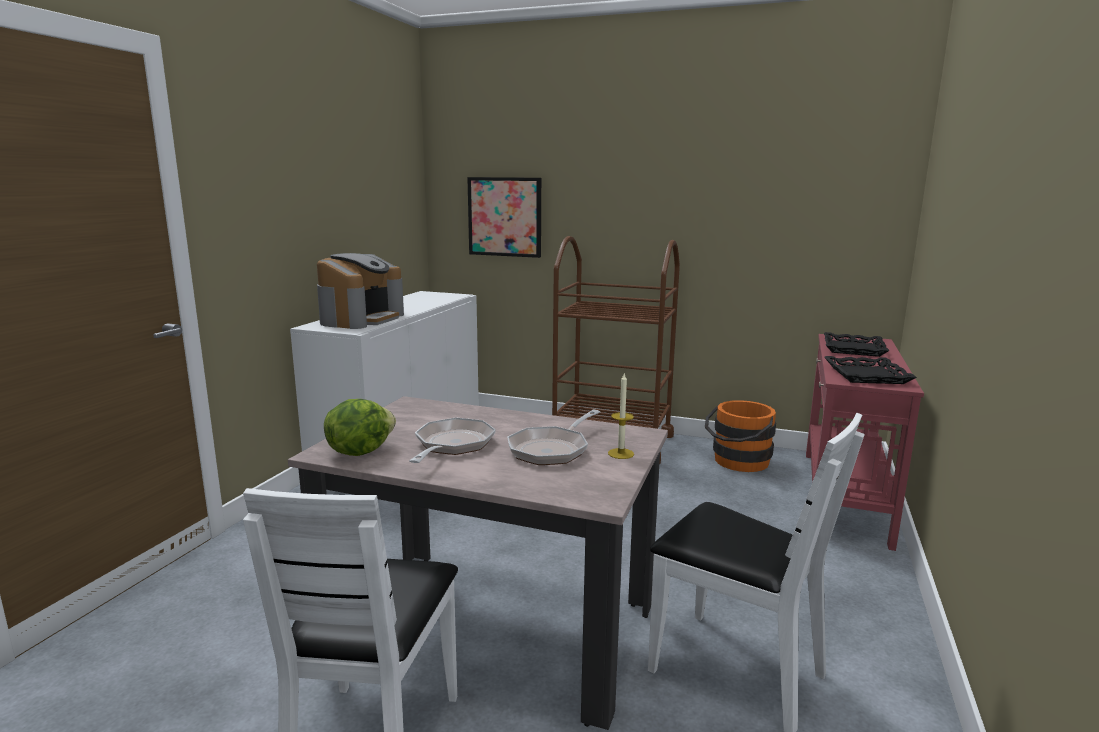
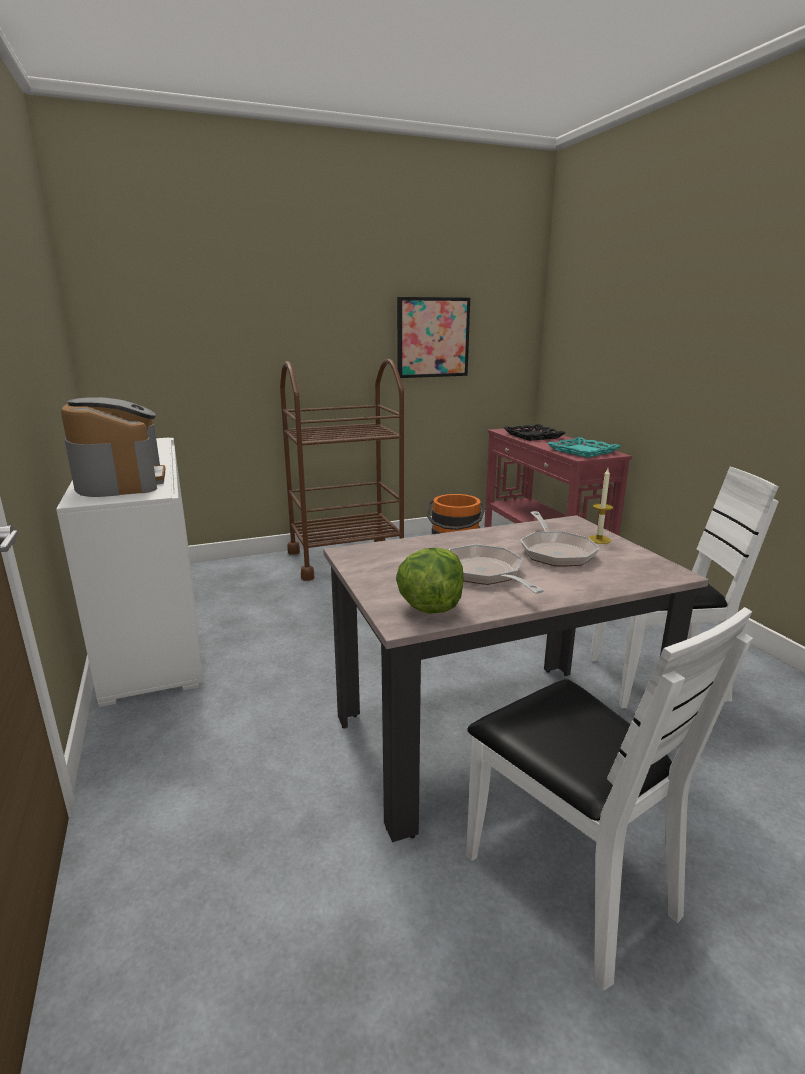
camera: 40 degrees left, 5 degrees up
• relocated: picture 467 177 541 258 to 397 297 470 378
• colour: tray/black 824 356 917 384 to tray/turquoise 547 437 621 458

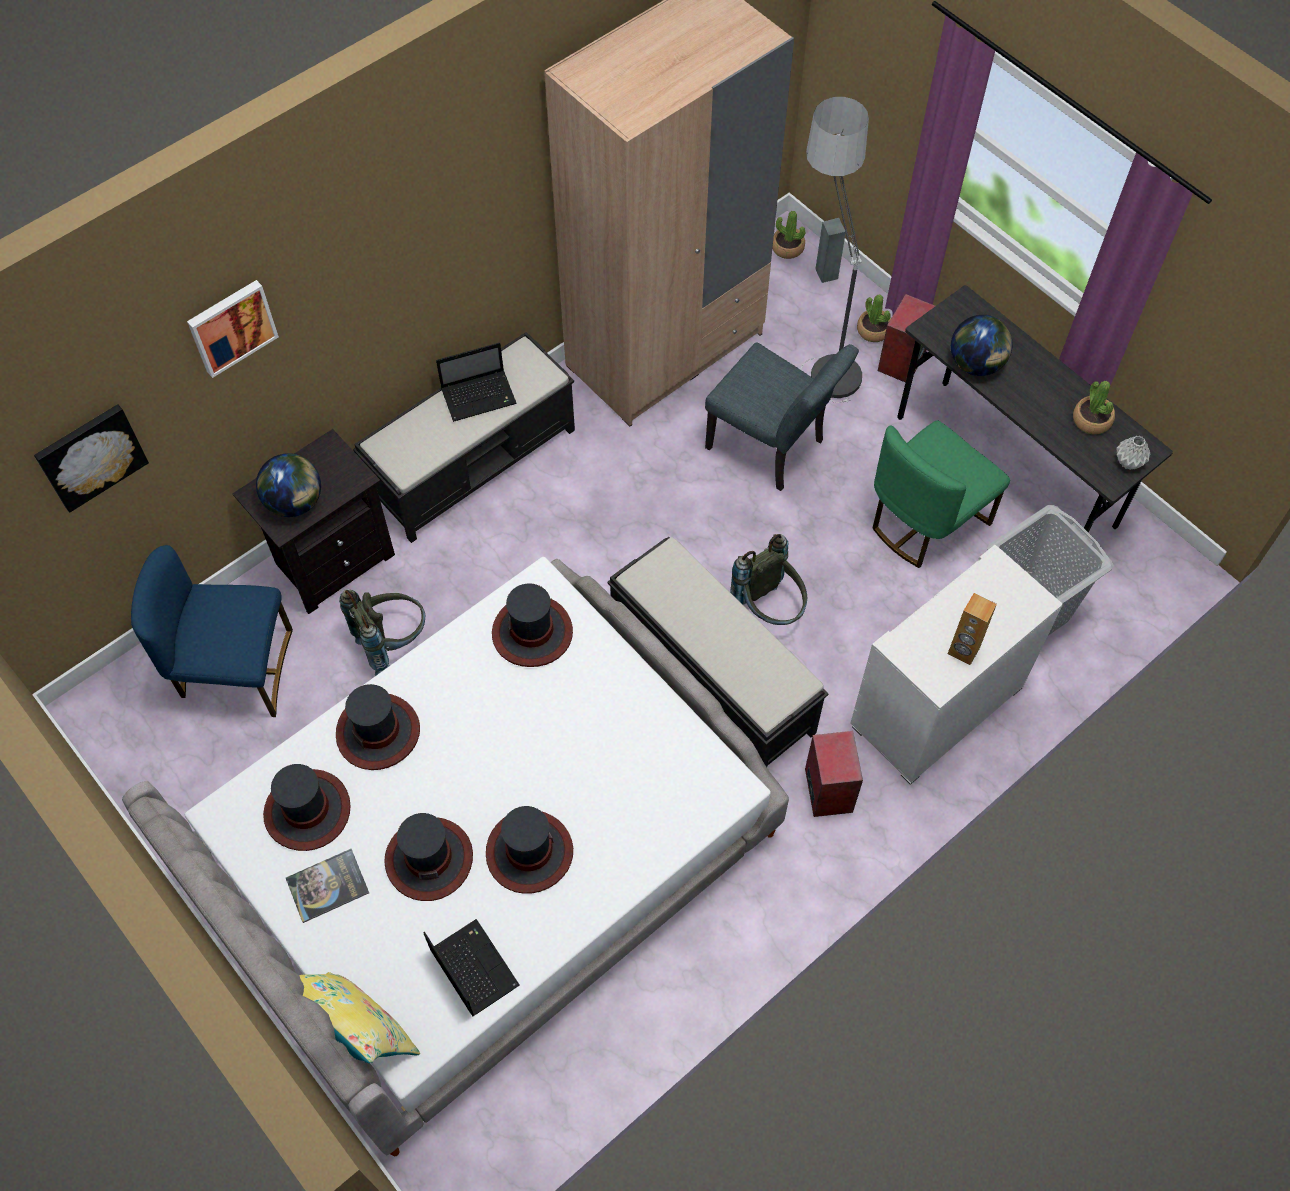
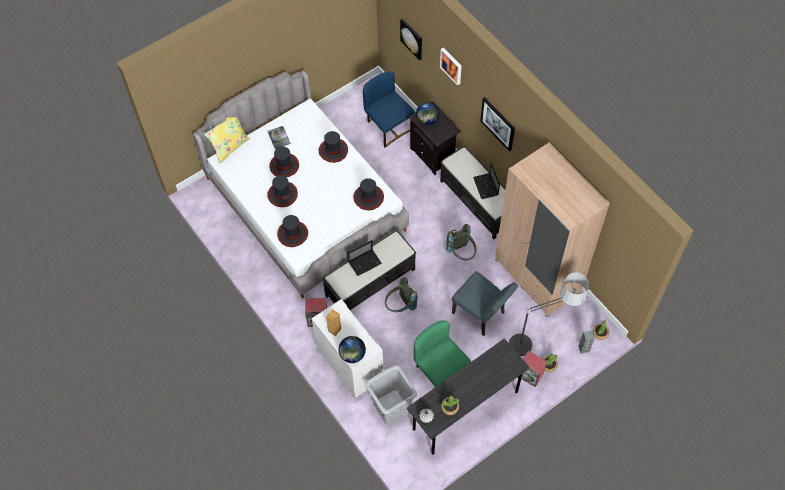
camera: 95 degrees right, 0 degrees up
• appeared: picture 480 97 515 151
• relocated: hat 263 764 351 851 to 277 215 308 247
• relocated: backpack/grey 339 589 425 676 to 445 224 477 260
• relocated: laptop 424 919 519 1016 to 348 240 382 276
• relocated: globe 951 315 1013 376 to 339 336 366 363
• spun: chair/blue 131 545 293 717 = 363 71 415 148 45 degrees counterclockwise
• spun: chair/grey 705 343 859 491 = 452 271 518 336 90 degrees counterclockwise

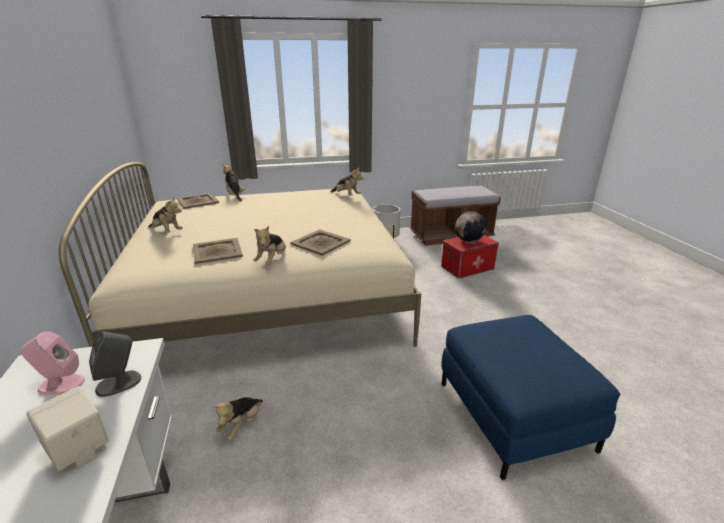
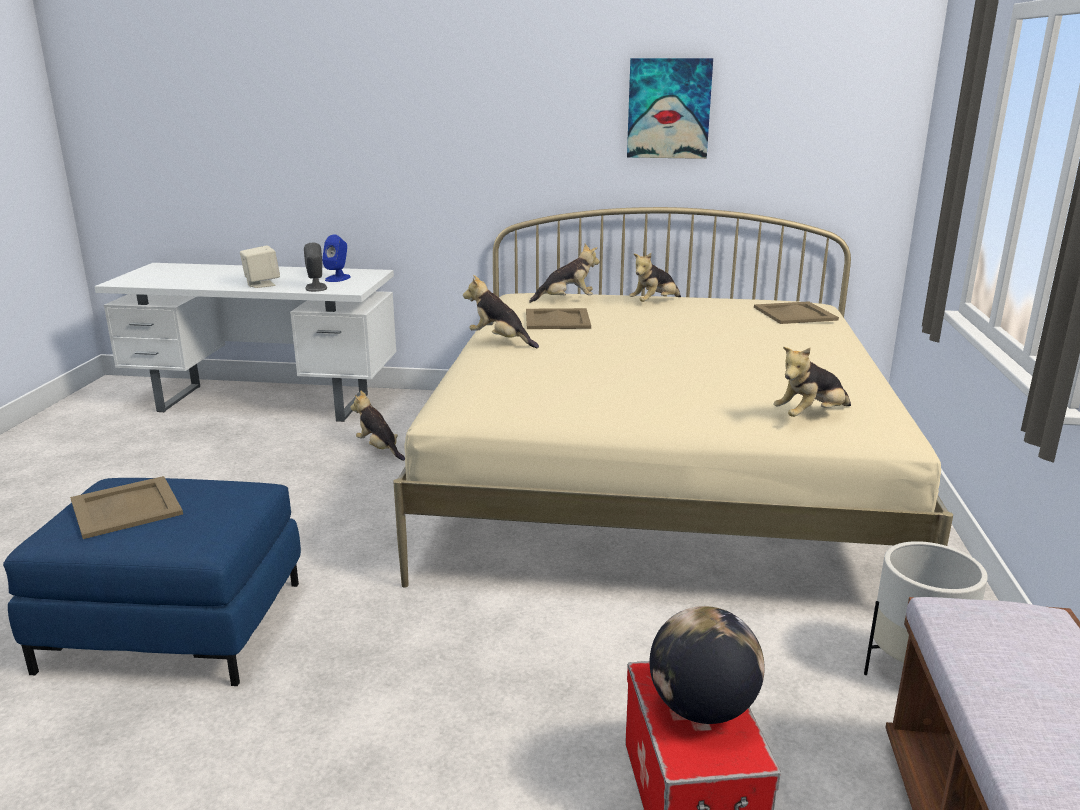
camera: 110 degrees right, 5 degrees down
• appeared: picture 627 58 713 159
• relocated: plush toy 222 163 245 202 to 529 244 599 303
• relocated: tray/beige 290 229 351 256 to 70 476 183 539
• colour: speaker/pink 21 332 85 395 to speaker/blue 322 235 351 282

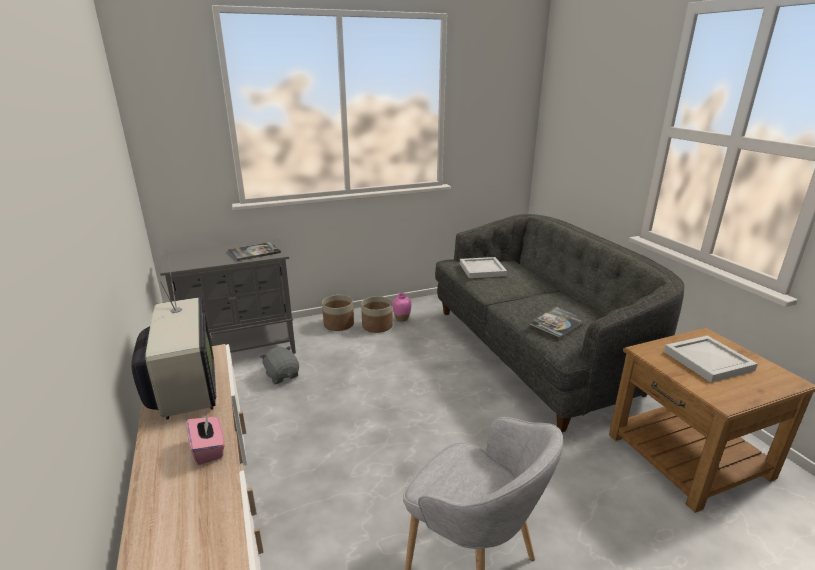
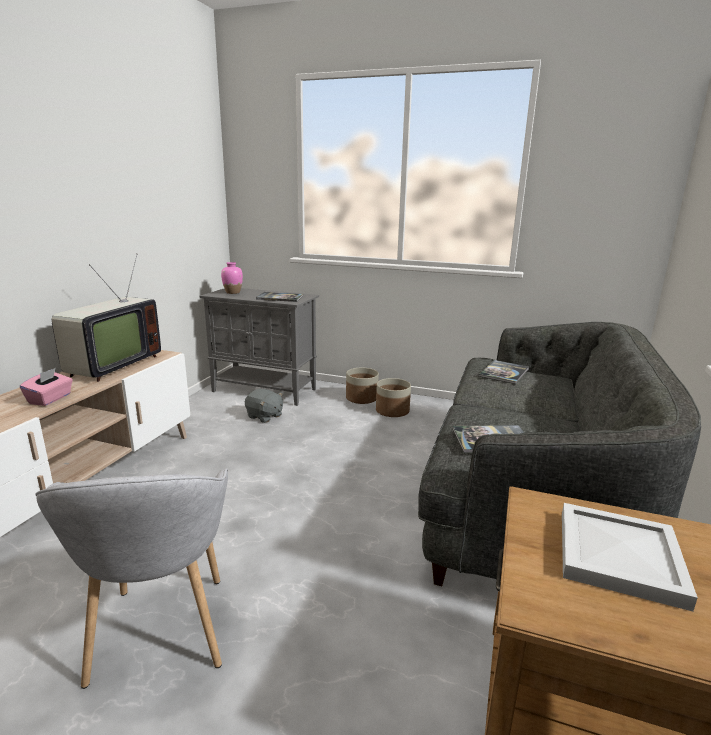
camera: 40 degrees right, 5 degrees down
• relocated: vase/pink 392 293 411 322 to 221 262 243 294
• exchanged: tray/white 460 257 507 278 to book 479 360 529 384
• spun: plush toy/grey 260 346 299 384 = 245 389 283 423 120 degrees clockwise

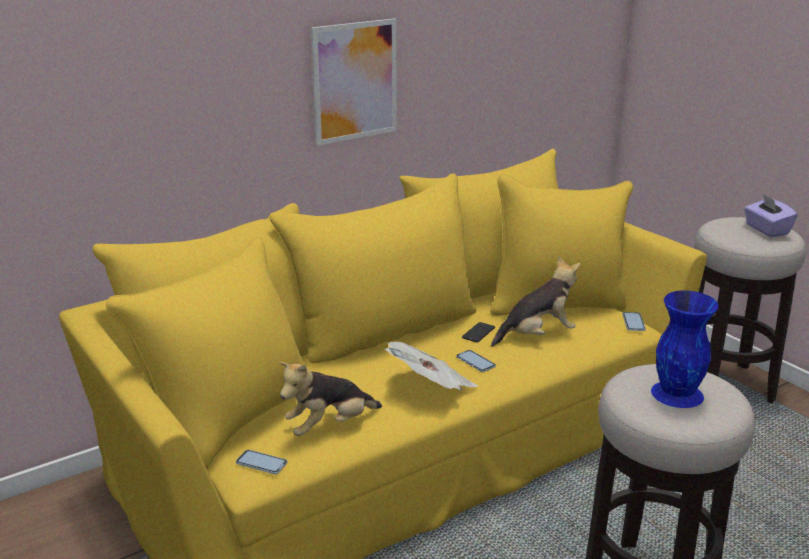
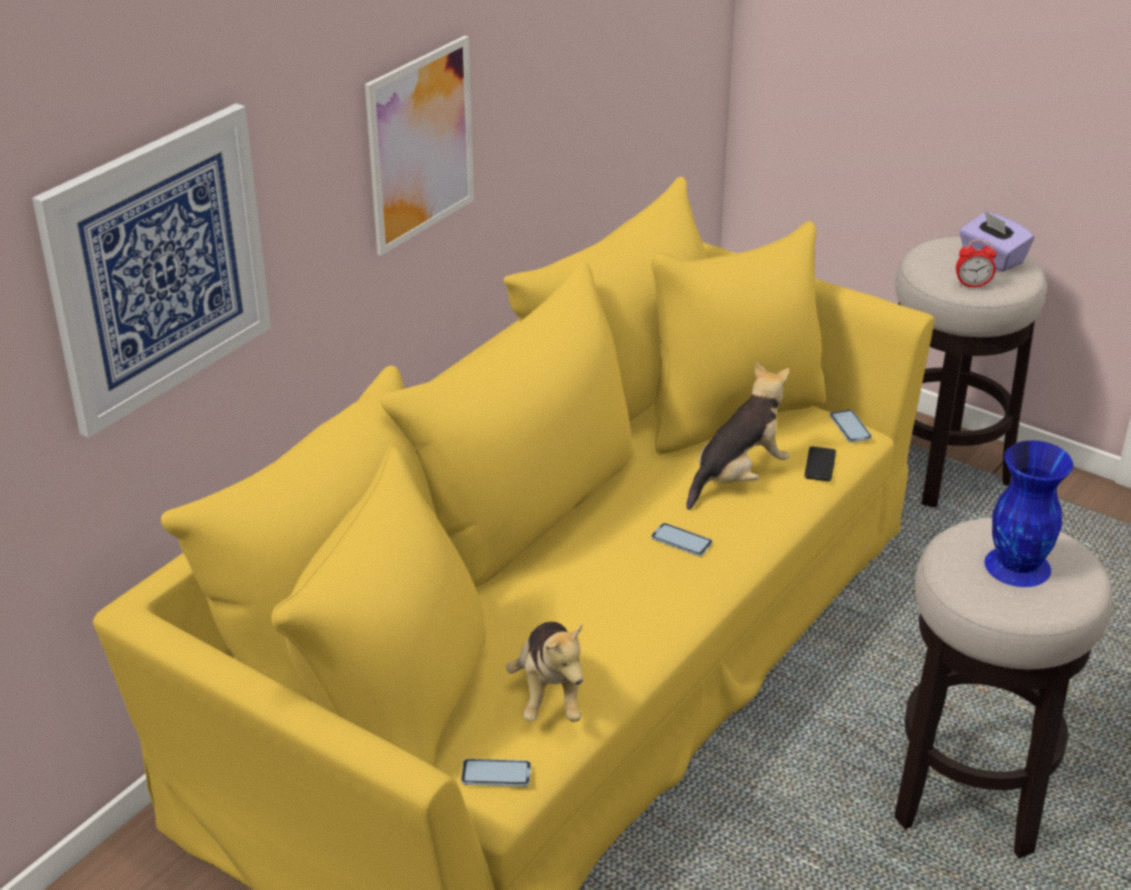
camera: 20 degrees left, 10 degrees up
• missing: newspaper 385 342 478 390
• appeared: picture 32 104 271 438
• appeared: alarm clock 956 239 997 288
• relocated: phone 462 322 495 343 to 804 446 836 481
• spun: plush toy 279 362 382 436 = 506 622 583 722 45 degrees counterclockwise

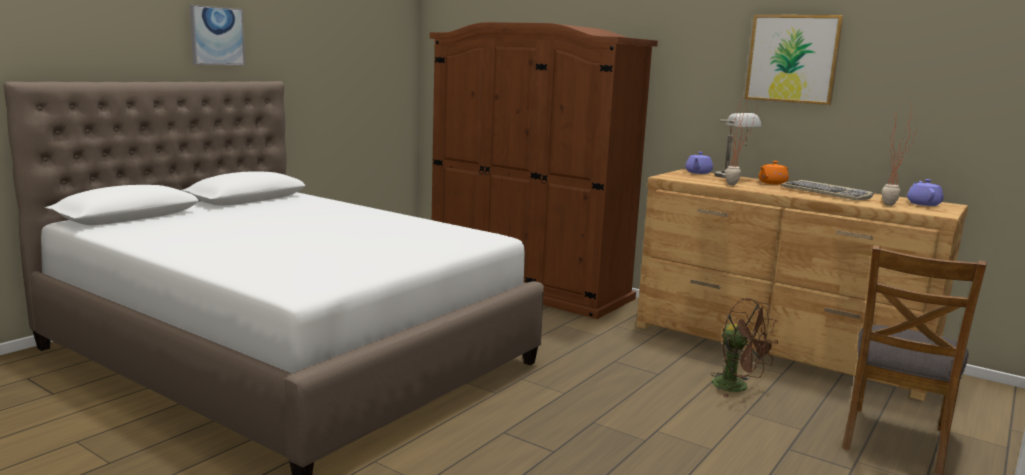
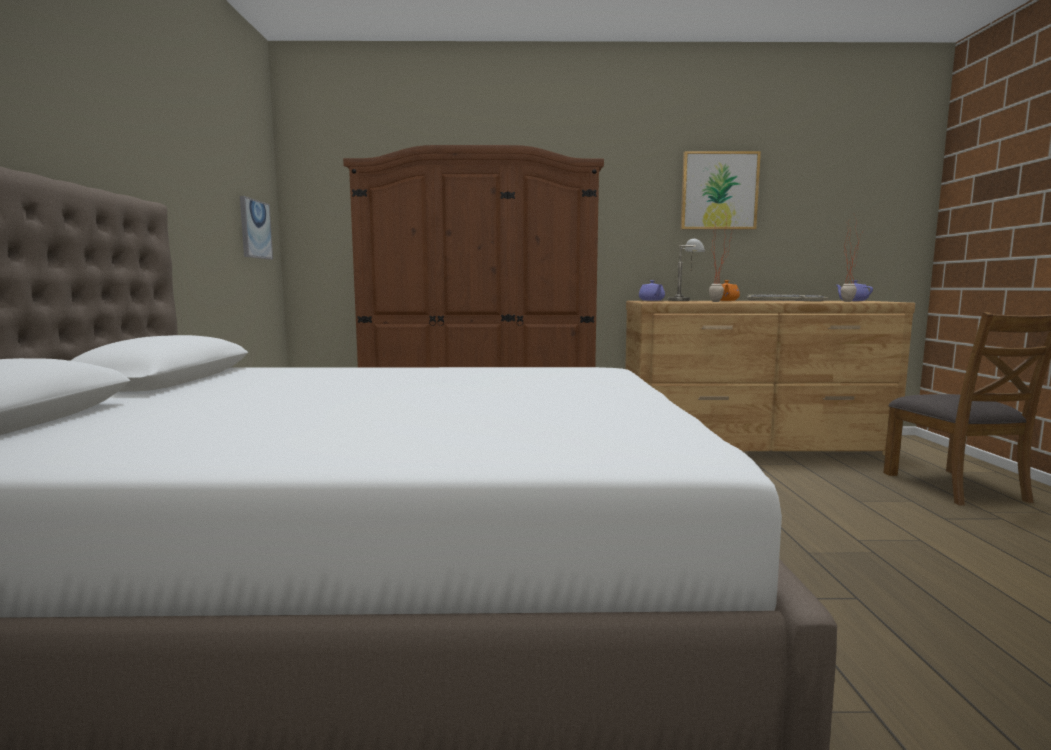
camera: 35 degrees left, 5 degrees down
• missing: fan/brown 710 298 778 398
• relocated: picture 190 5 245 66 to 240 196 273 260

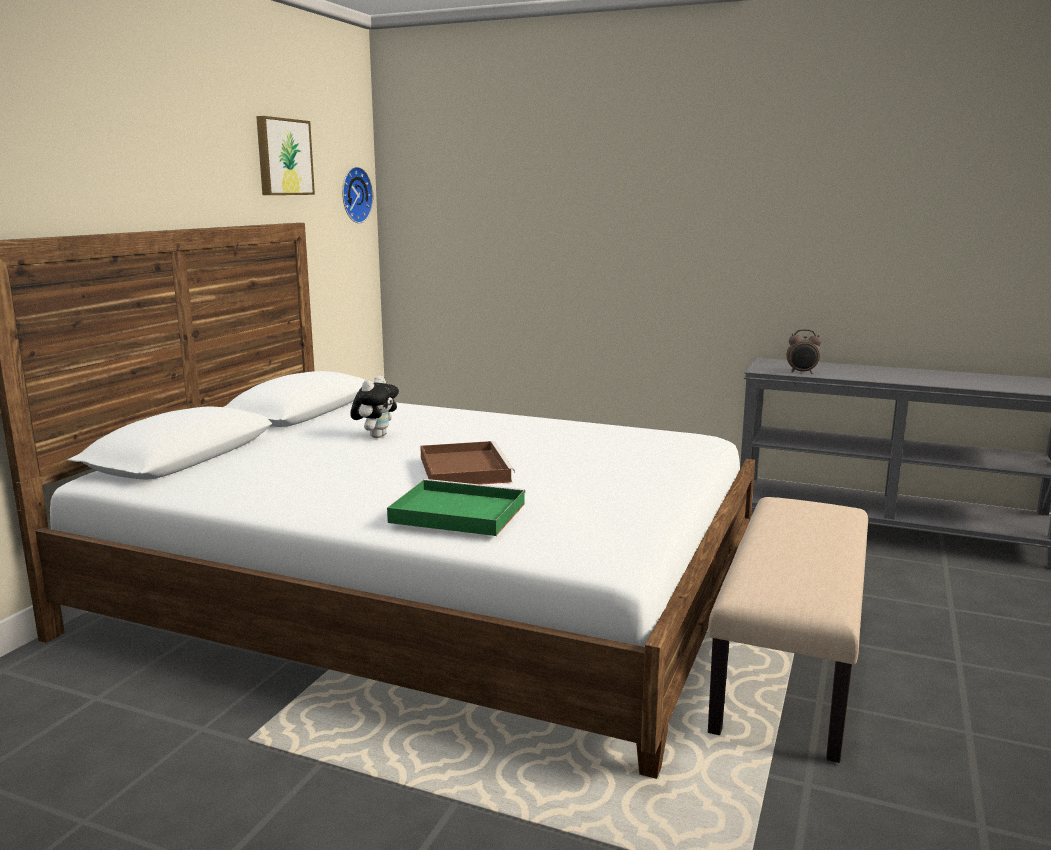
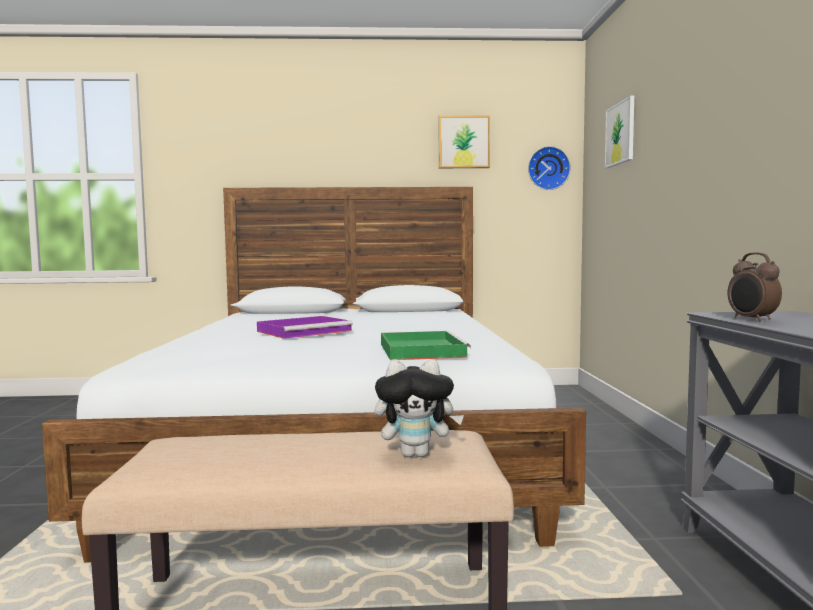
camera: 65 degrees right, 10 degrees down
• appeared: picture 605 95 634 168
• relocated: plush toy 350 375 399 438 to 374 359 464 457
• relocated: tray/green 387 479 525 536 to 381 331 471 360
• colour: tray/brown 420 441 515 485 to tray/purple 257 316 353 339

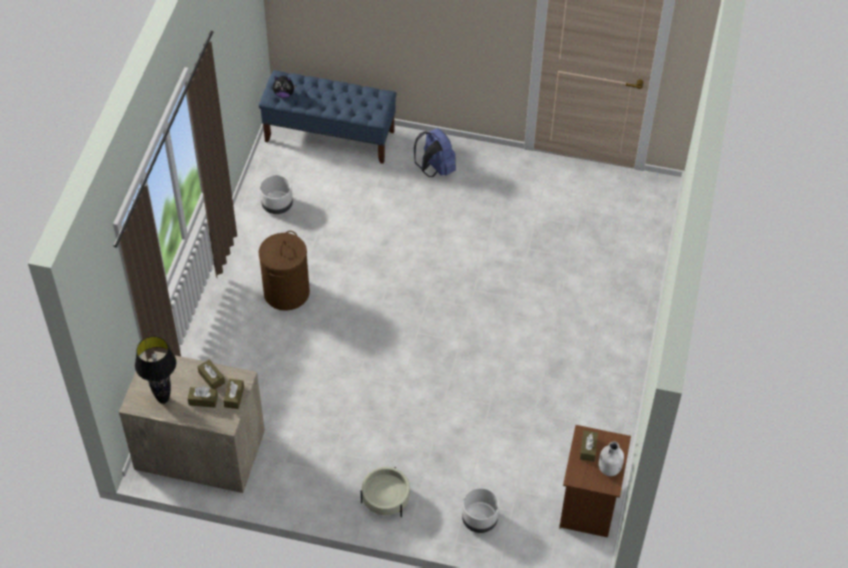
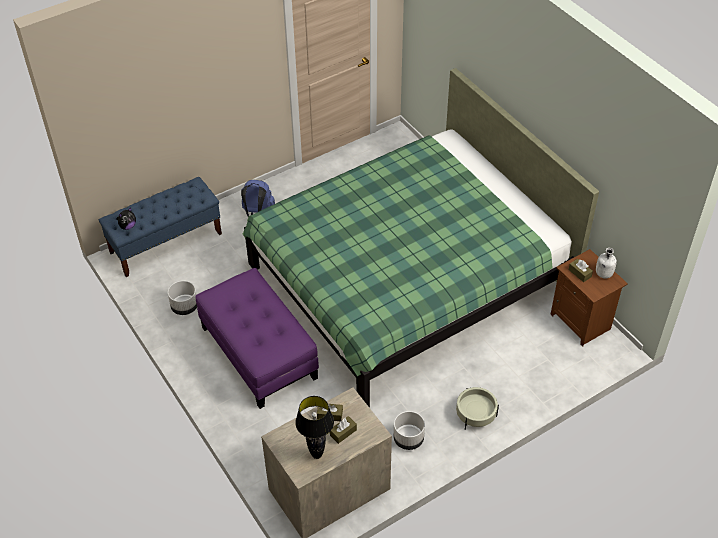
camera: 45 degrees left, 5 degrees down
• missing: tissue box/brown 224 379 244 409
• appeared: bed/green 243 68 599 407
• relocated: planter/white 462 488 499 533 to 394 411 425 450
• exchanged: laundry basket/brown 258 231 310 311 to ottoman/purple 195 268 319 409

